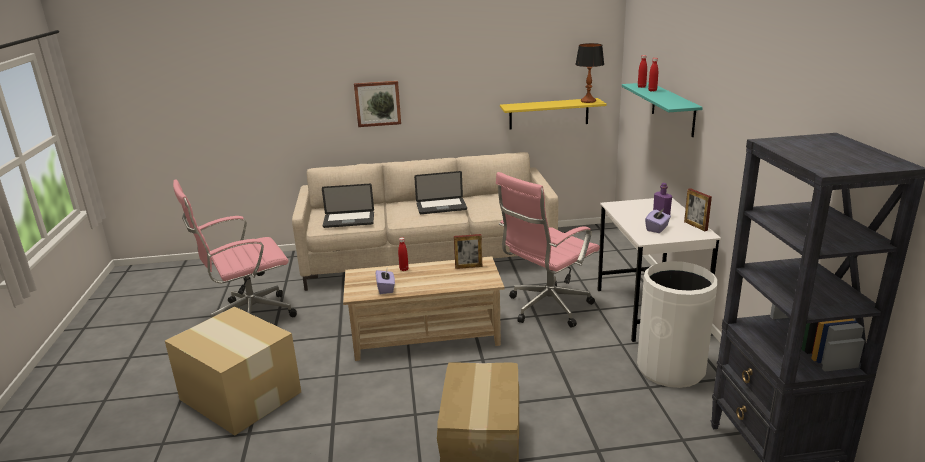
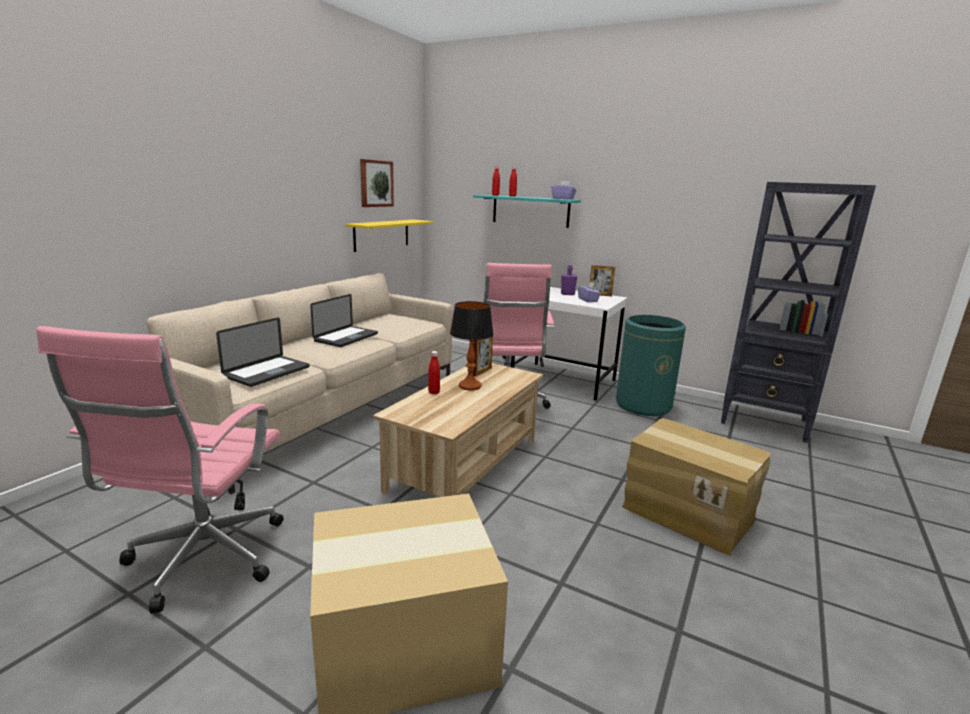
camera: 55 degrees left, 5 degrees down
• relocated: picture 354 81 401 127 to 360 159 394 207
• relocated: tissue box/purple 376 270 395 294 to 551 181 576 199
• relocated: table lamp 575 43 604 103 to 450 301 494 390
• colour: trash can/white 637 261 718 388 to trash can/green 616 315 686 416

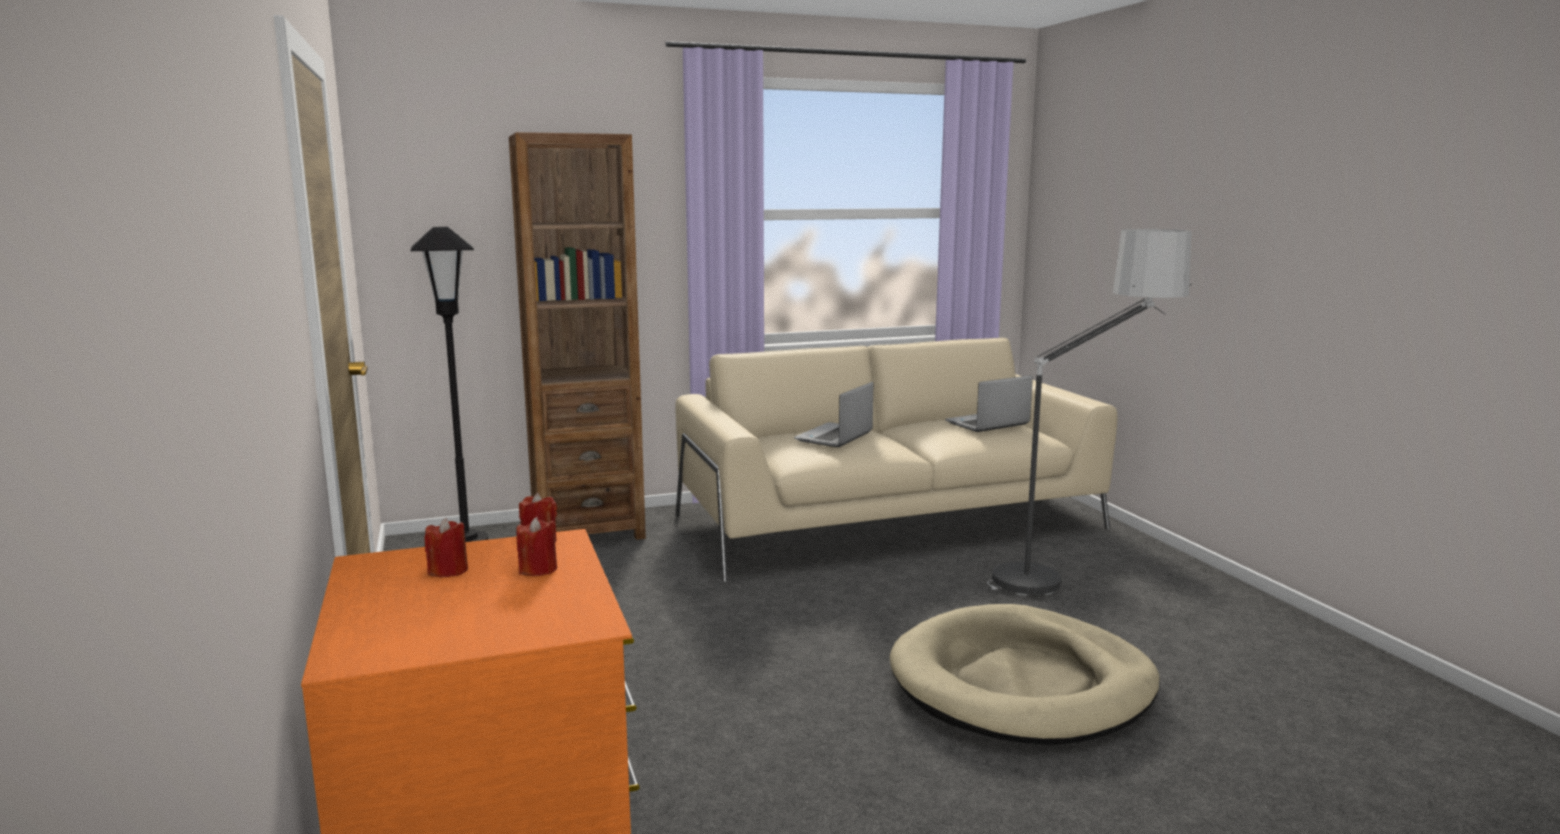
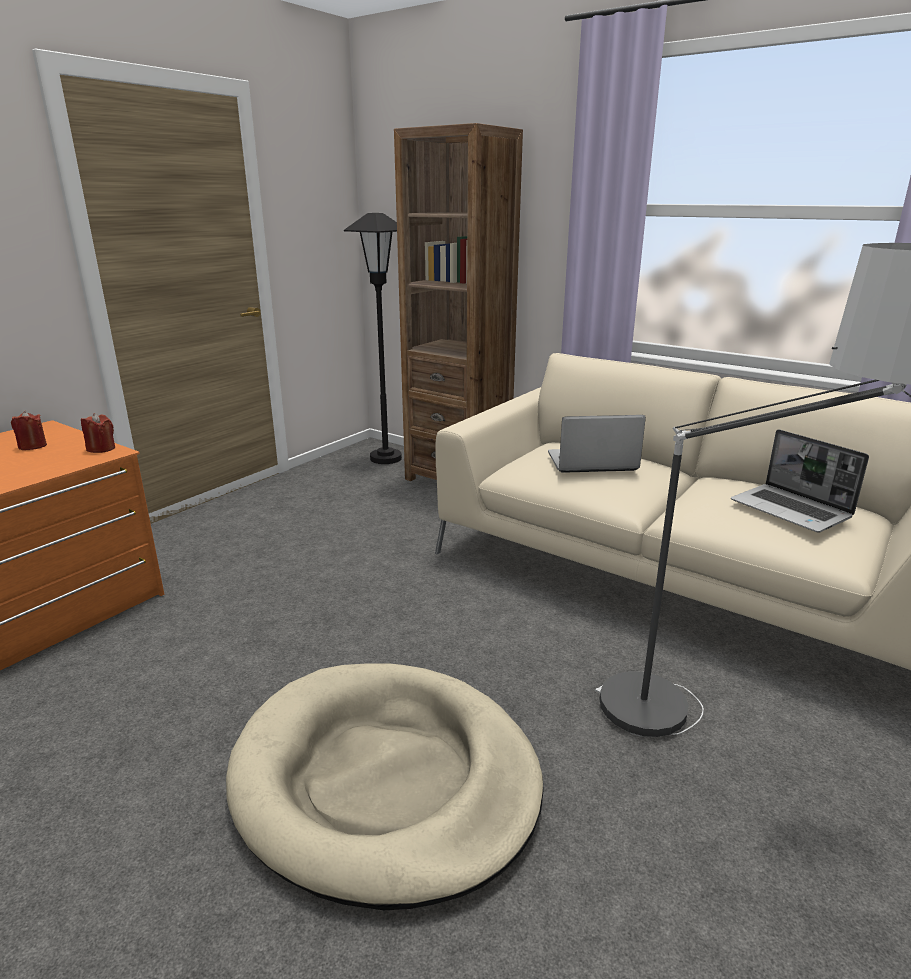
camera: 55 degrees right, 10 degrees up
• missing: candle/red 516 517 557 576
• spun: laptop 945 375 1033 432 = 731 429 869 532 150 degrees counterclockwise

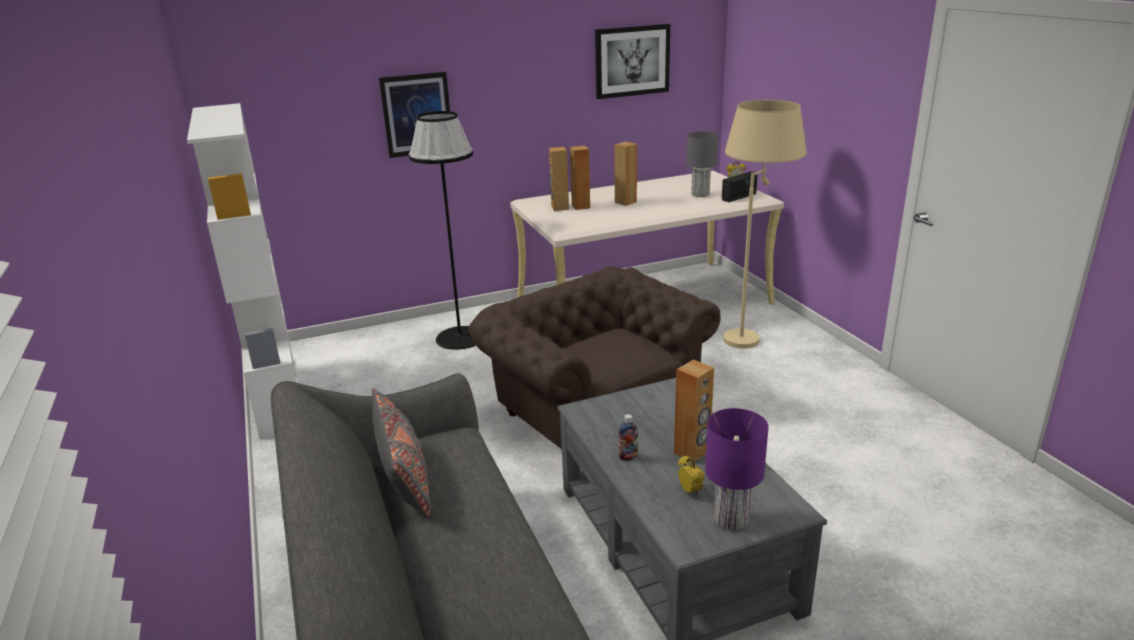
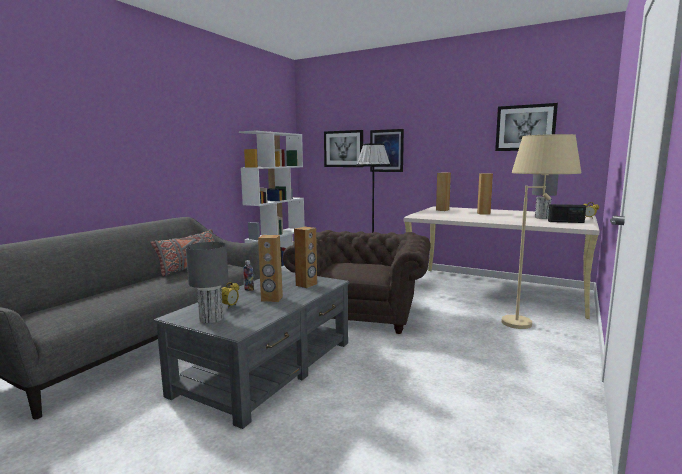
camera: 50 degrees right, 15 degrees down
• appeared: picture 324 130 363 167
• relocated: speaker/brown 570 145 590 210 to 294 227 317 288
• colour: table lamp/purple 705 408 769 530 to table lamp/grey 186 242 229 324

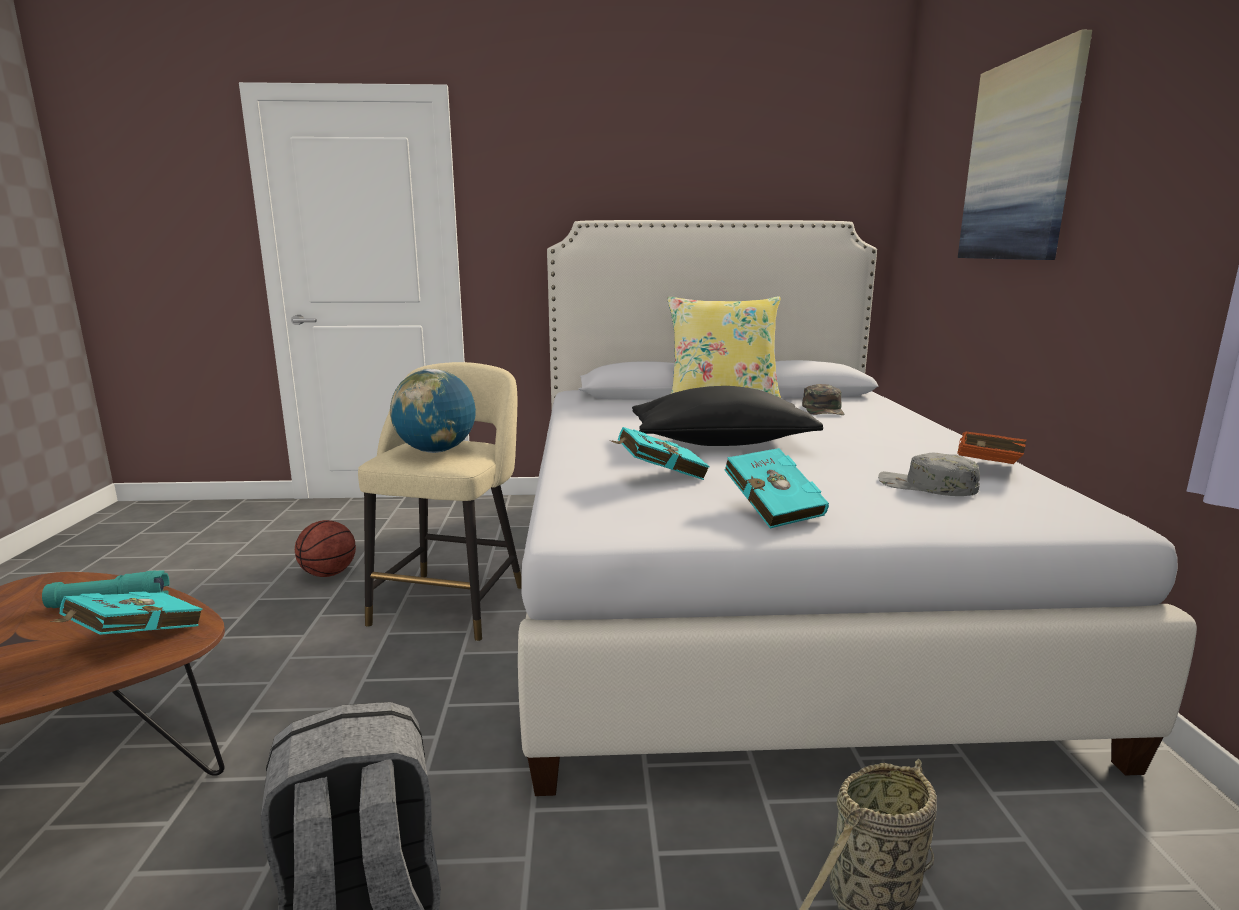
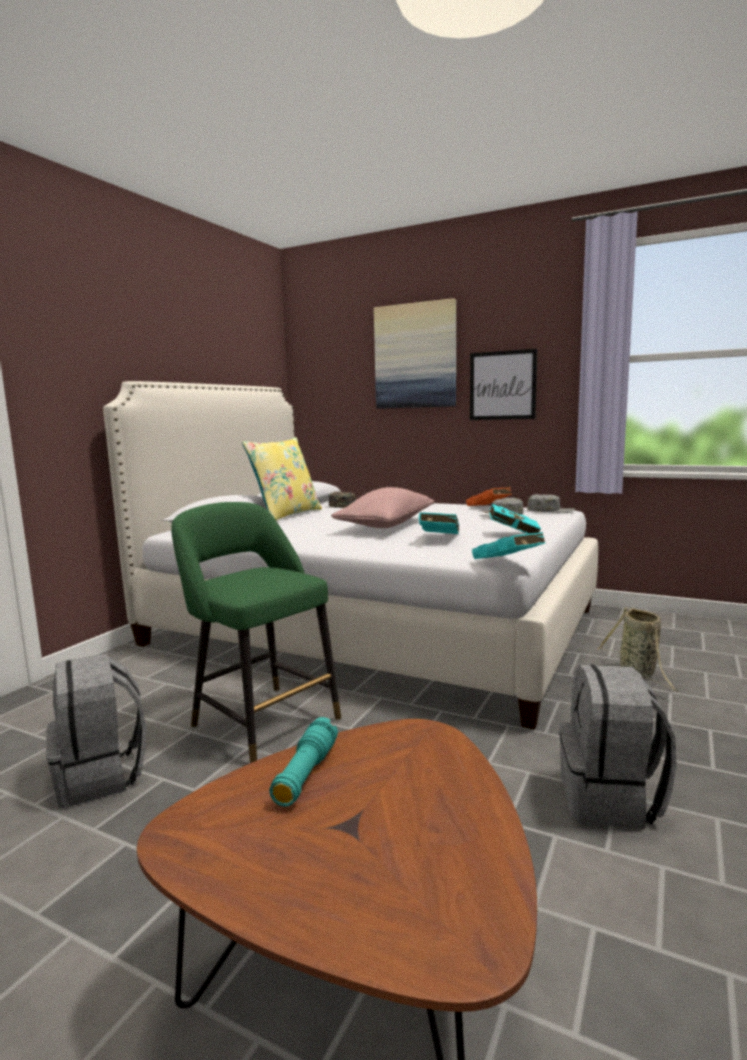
camera: 60 degrees left, 5 degrees down
• missing: globe 390 369 476 453
• appeared: picture 470 349 537 420
• appeared: cap/grey 527 494 575 513
• relocated: book/turquoise 50 591 202 635 to 472 532 545 559
• exchanged: basketball 295 520 356 577 to backpack/grey 46 654 146 808
• colour: stool/beige 358 362 522 642 to stool/green 171 502 341 763
• colour: pillow/black 632 386 823 446 to pillow/pink 331 487 434 528

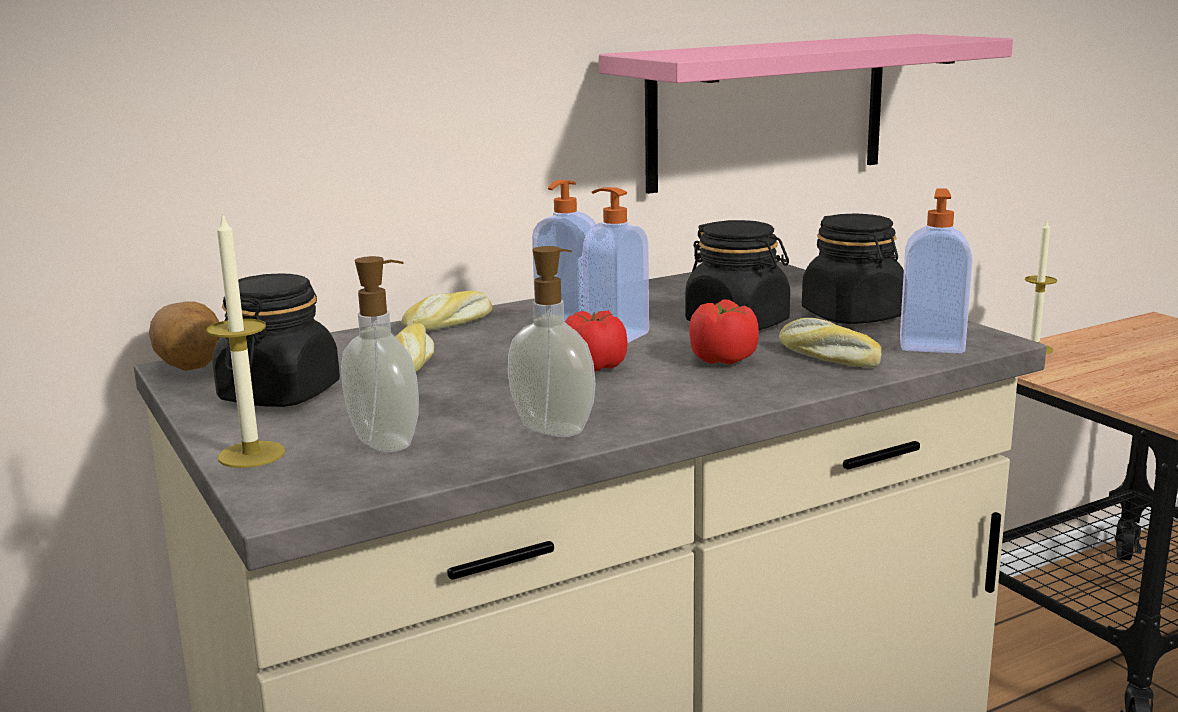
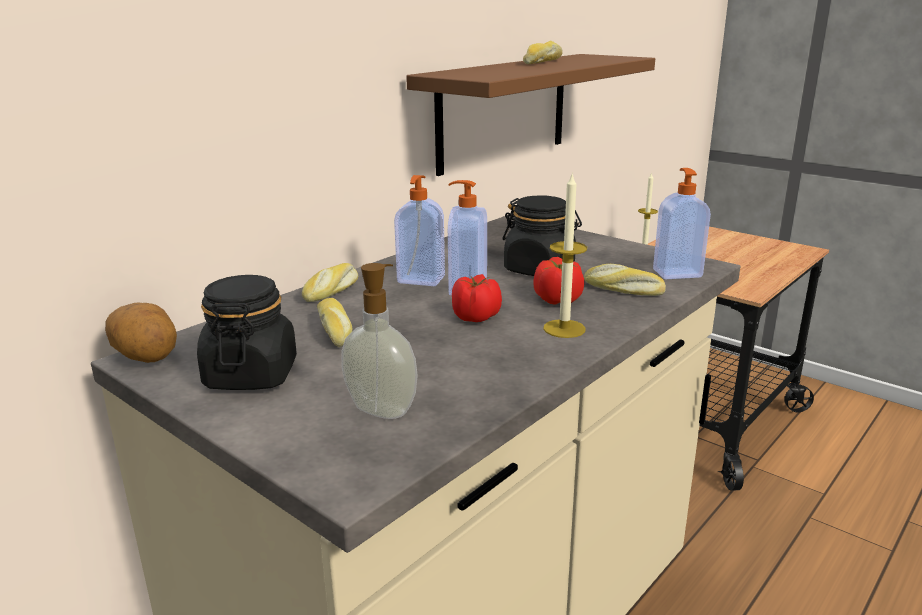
camera: 20 degrees left, 5 degrees up
• missing: soap dispenser 508 246 596 437
• missing: jar/black 802 213 904 324
• appeared: bread 523 41 563 64
• relocated: candle 207 212 285 468 to 543 174 587 338
• colour: shelf/pink 599 34 1013 194 to shelf/brown 406 54 655 176

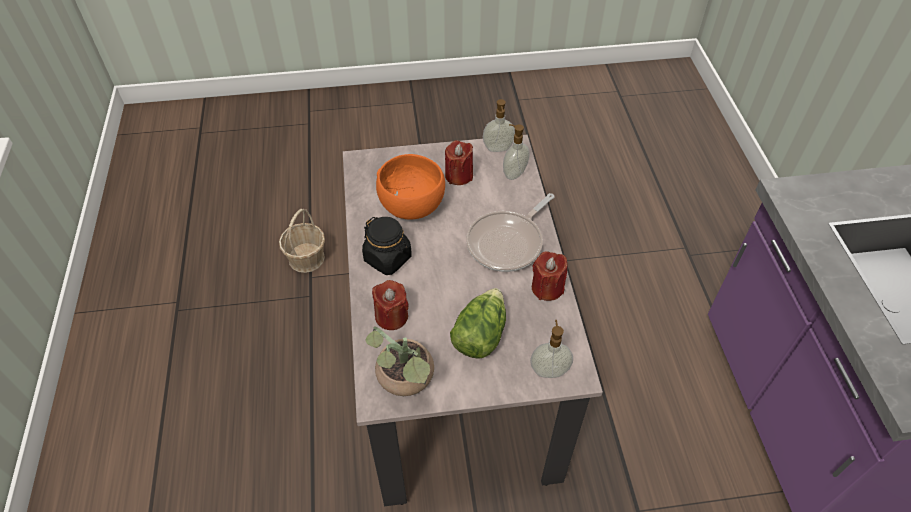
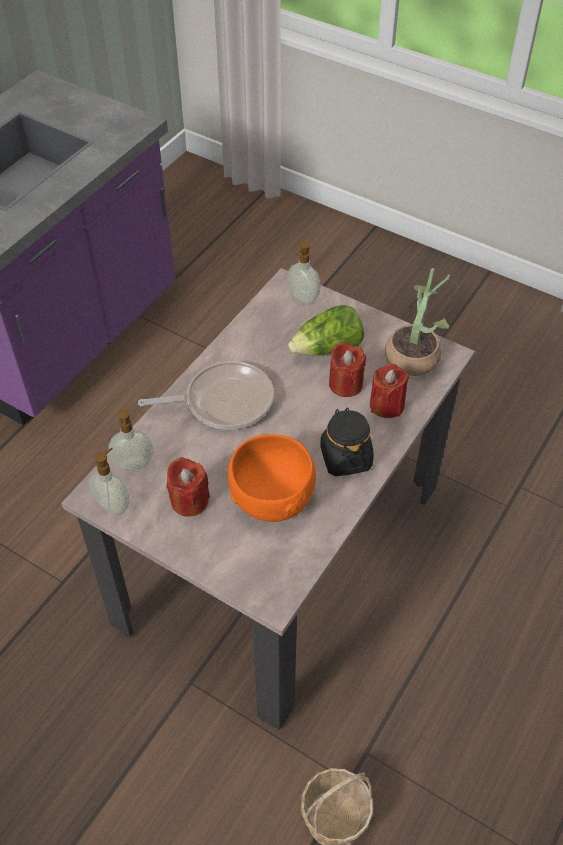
camera: 140 degrees left, 0 degrees up
• relocated: candle/red 532 251 568 301 to 329 342 366 397

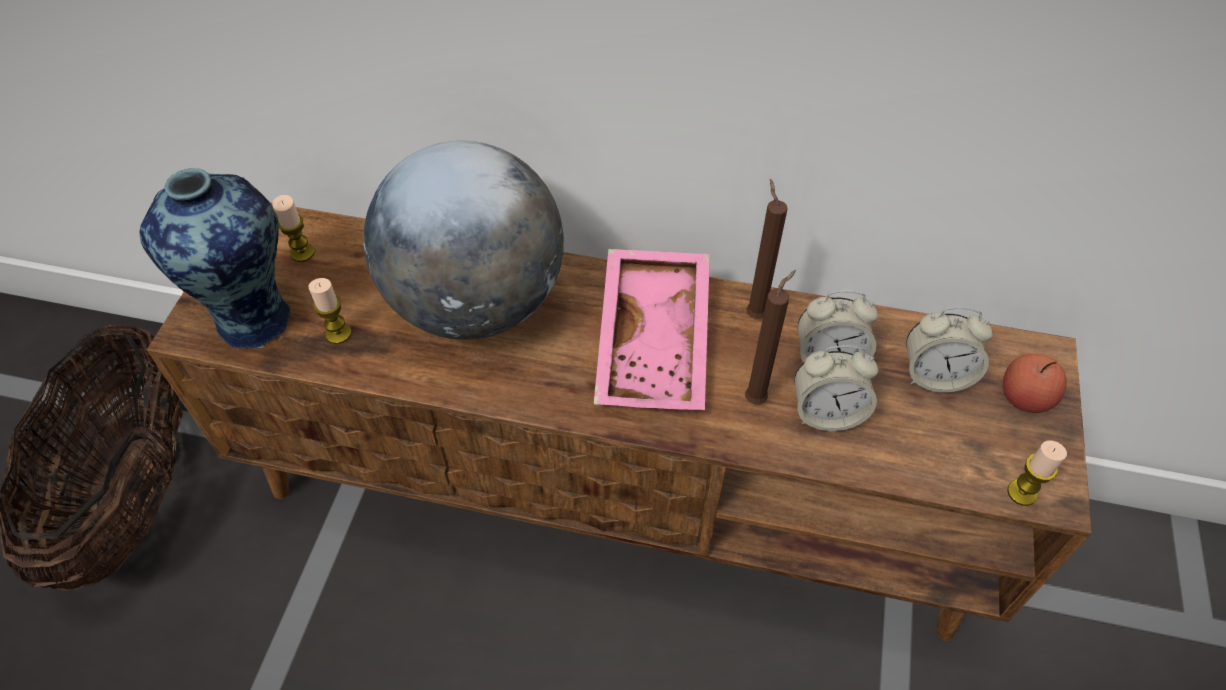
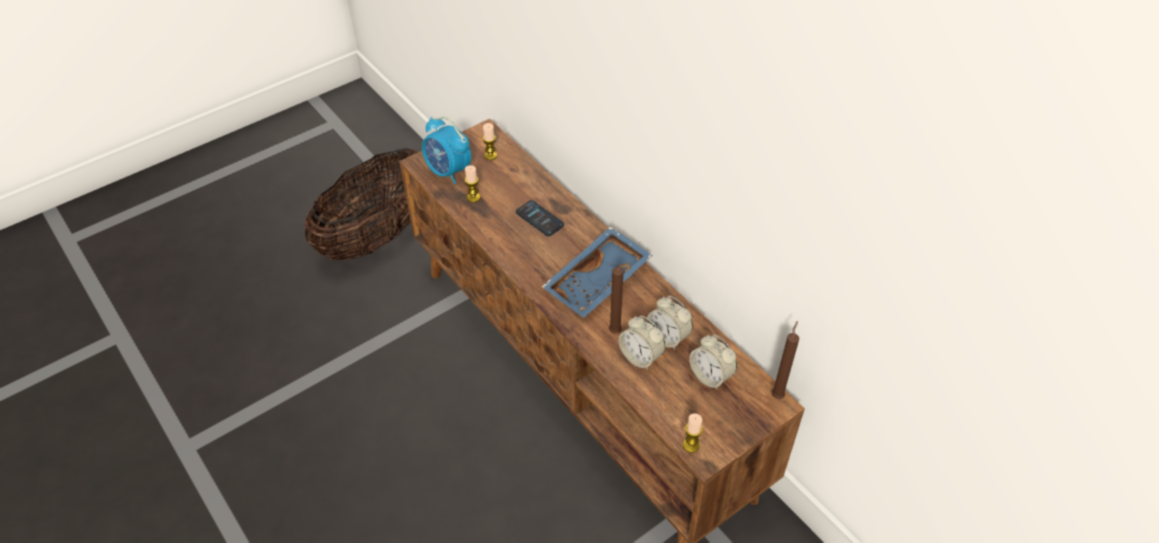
camera: 40 degrees right, 5 degrees down
• missing: apple 1003 354 1067 413
• relocated: candle/brown 746 179 788 319 to 772 321 799 399
• exchanged: vase 140 168 290 348 to alarm clock 422 117 471 184
• exchanged: globe 364 141 564 340 to phone 516 200 564 236
• colour: tray/pink 594 249 710 410 to tray/blue 542 227 653 318

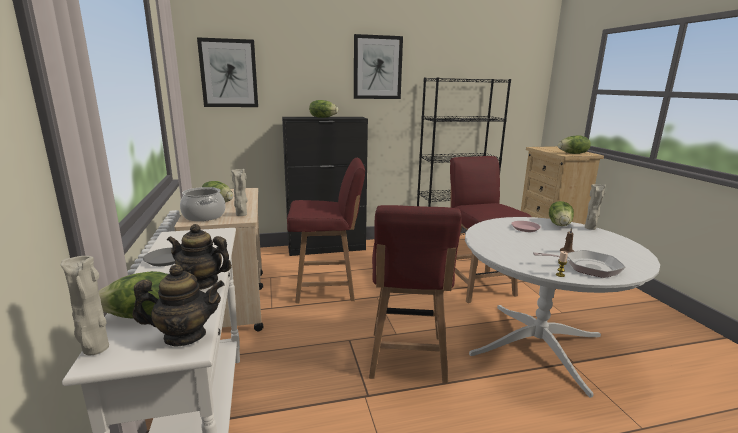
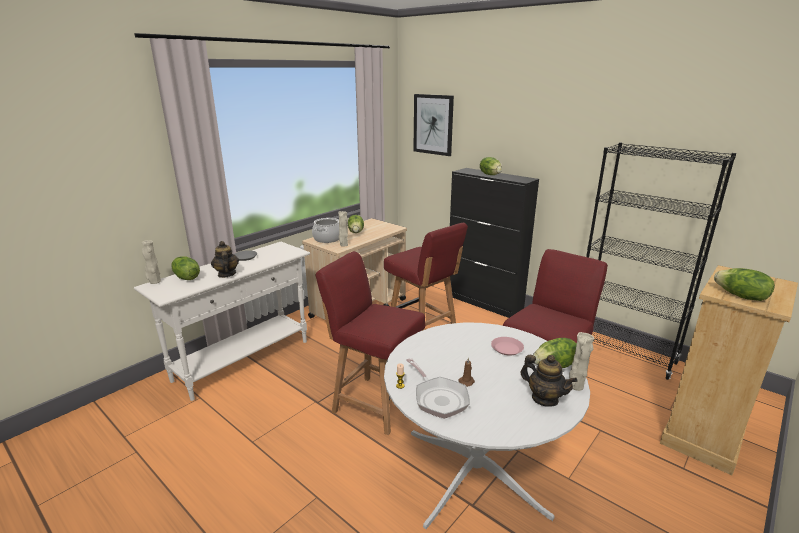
camera: 55 degrees right, 5 degrees up
• missing: picture 354 34 403 99
• relocated: teapot 133 264 225 347 to 520 355 578 407
• spun: chair/red 369 205 462 384 = 316 251 425 435 60 degrees clockwise

